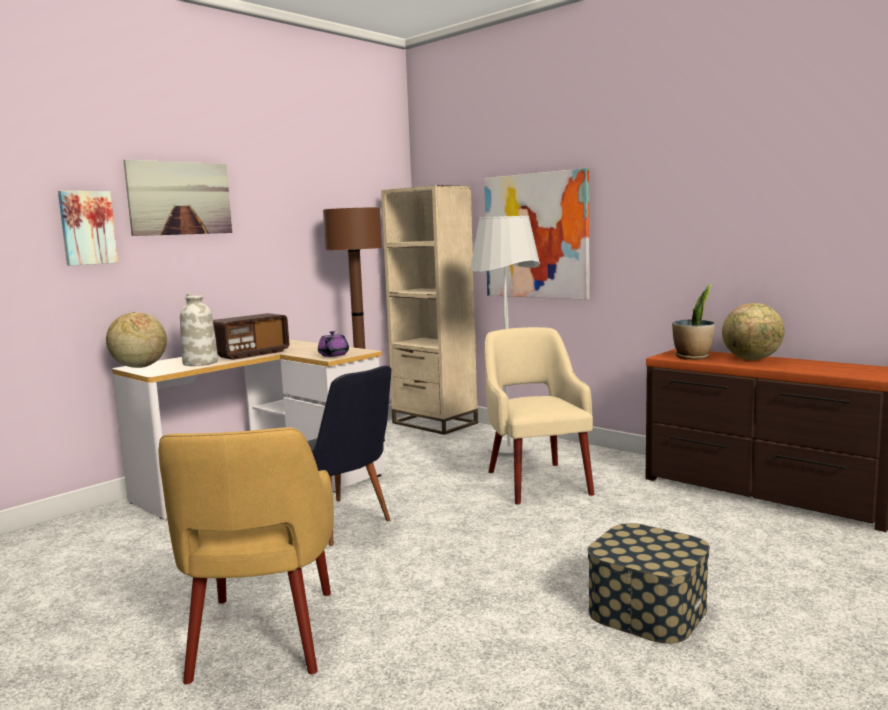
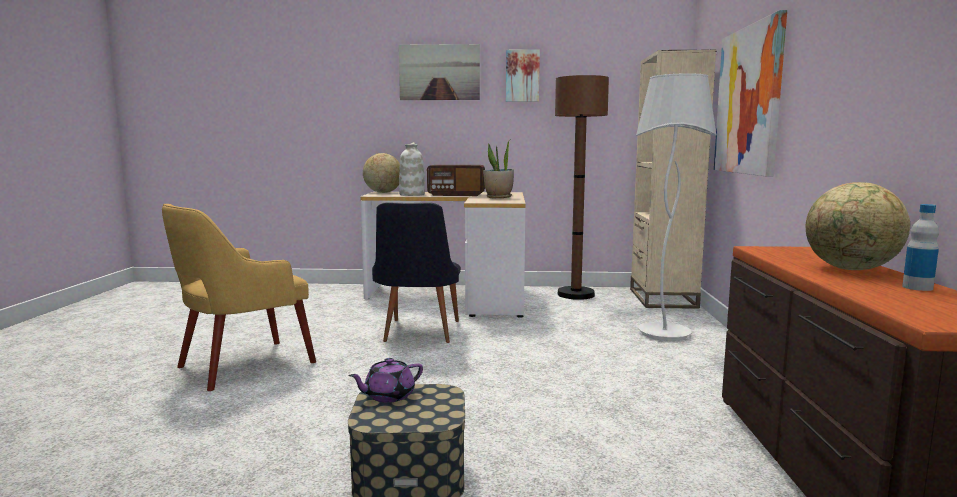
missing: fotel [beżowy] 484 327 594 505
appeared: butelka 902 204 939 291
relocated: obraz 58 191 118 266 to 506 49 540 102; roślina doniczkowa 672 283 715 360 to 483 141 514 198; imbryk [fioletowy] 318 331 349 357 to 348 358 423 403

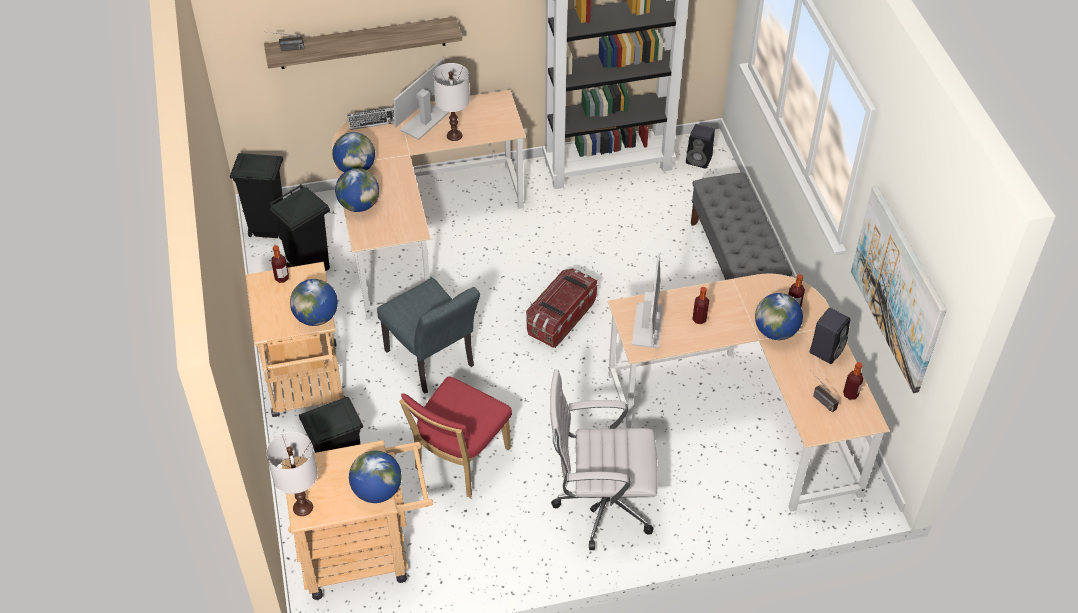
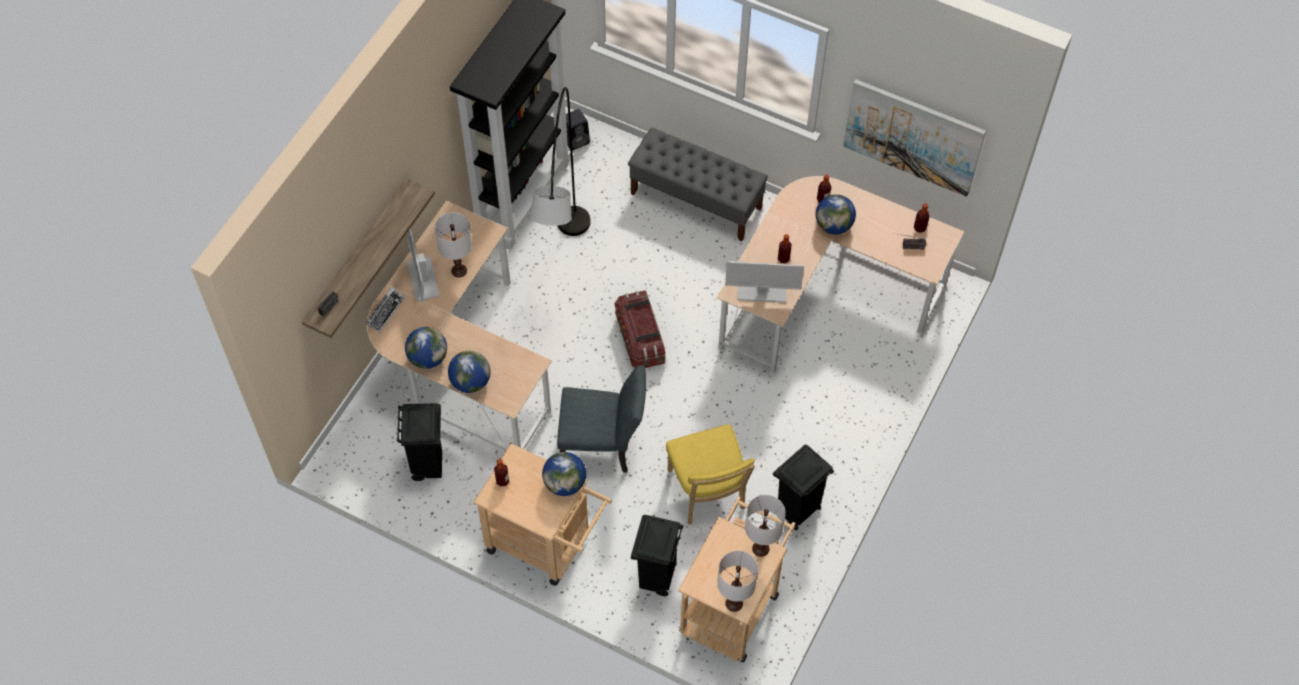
missing: głośnik [czarny] 810 308 850 364; krzesło biurowe [biały] 550 369 658 550
appeared: lampa stojąca [szary] 530 87 590 236
relocated: kosz na śmieci [czarny] 230 153 283 240 to 773 444 834 530
exchanged: globus 349 450 402 503 to lampa stołowa [biały] 745 495 786 557
colour: krzesło [czerwony] 399 376 512 497 to krzesło [żółty] 666 424 755 524
spun: monitor 632 253 664 348 = 725 261 804 303 135 degrees clockwise

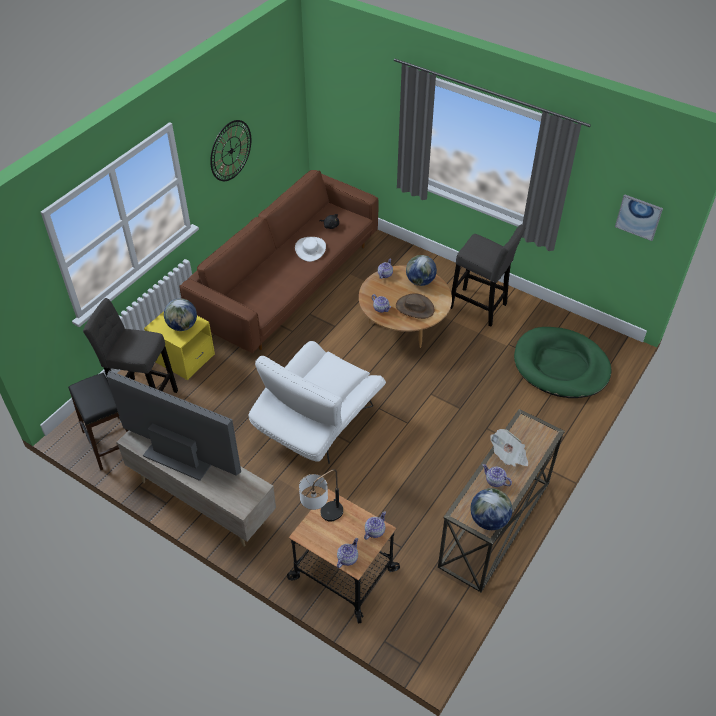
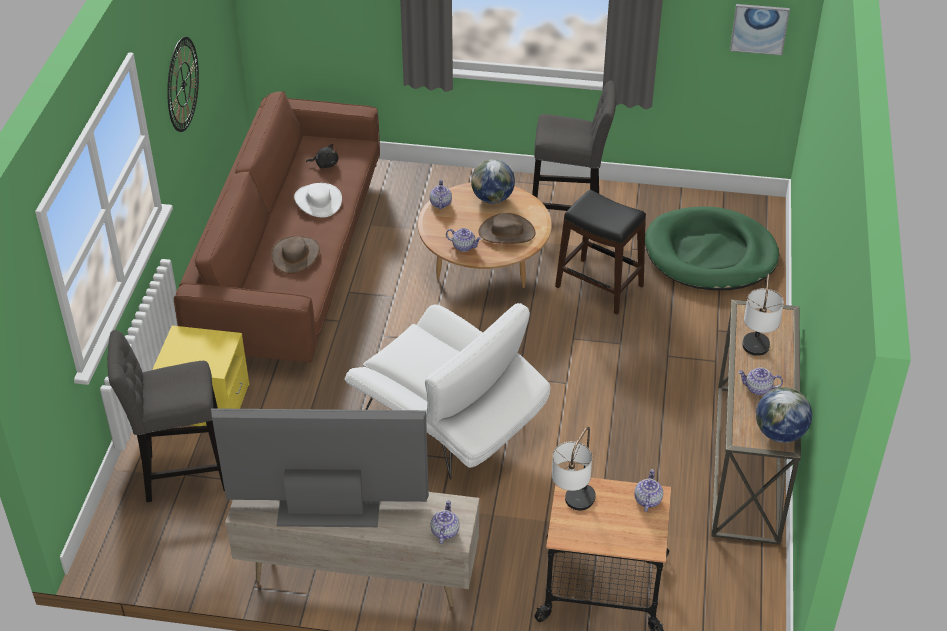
missing: globus 164 298 197 331
appeared: kapelusz [brązowy] 271 236 320 274
relocated: stołek [czarny] 68 373 129 470 to 555 190 646 315; imbryk 337 538 358 568 to 431 500 460 544
exchanged: gazeta 490 429 529 467 to lampa stołowa 743 273 784 356
spun: fotel [biały] 249 341 386 464 = 345 303 550 479 60 degrees counterclockwise

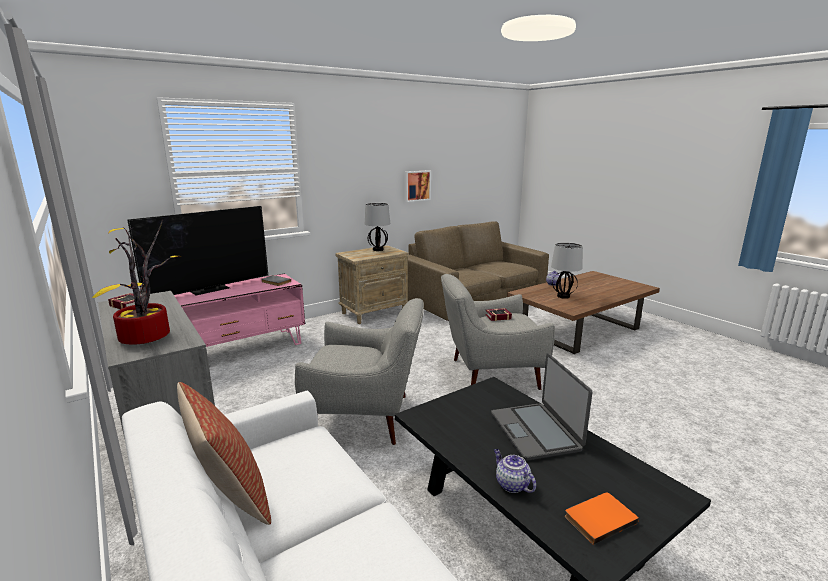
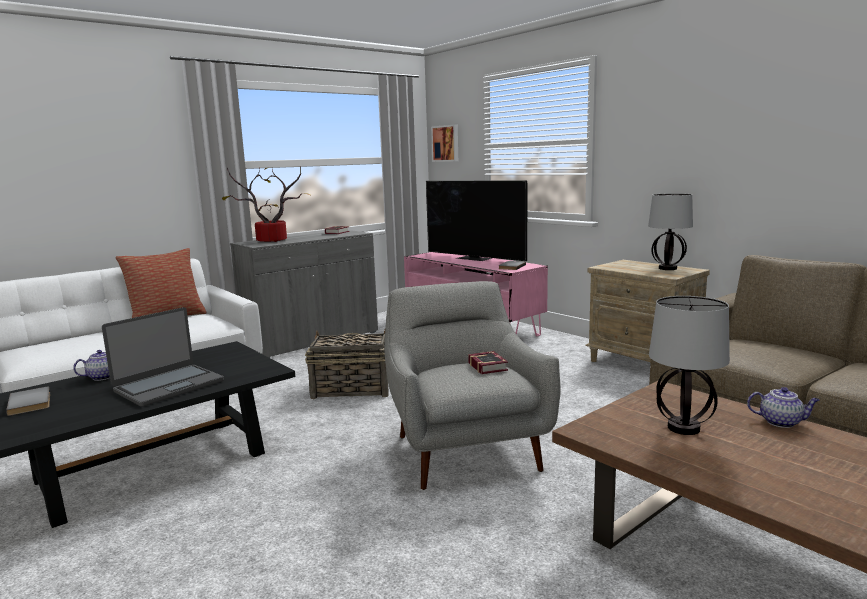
relocated: obraz 405 170 431 202 to 431 124 458 162
exchanged: fotel [szary] 295 298 424 445 to koszyk 305 330 388 399
colour: książka [pomarańczowy] 565 492 639 545 to książka [szary] 6 386 50 416
spun: laptop 491 353 592 461 = 102 307 224 407 150 degrees clockwise

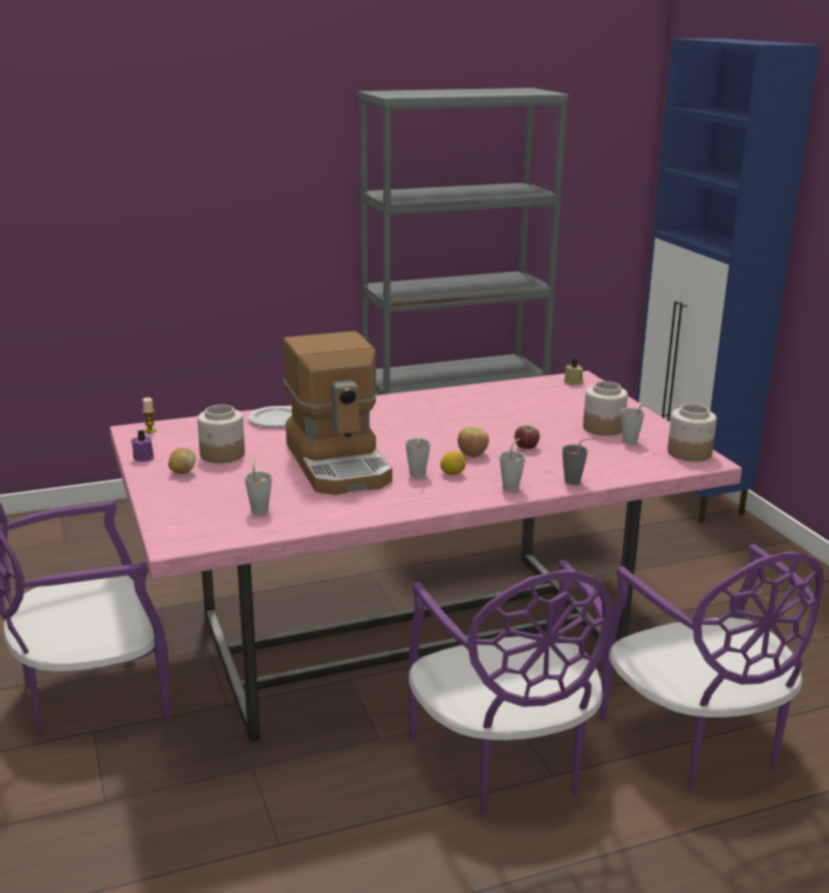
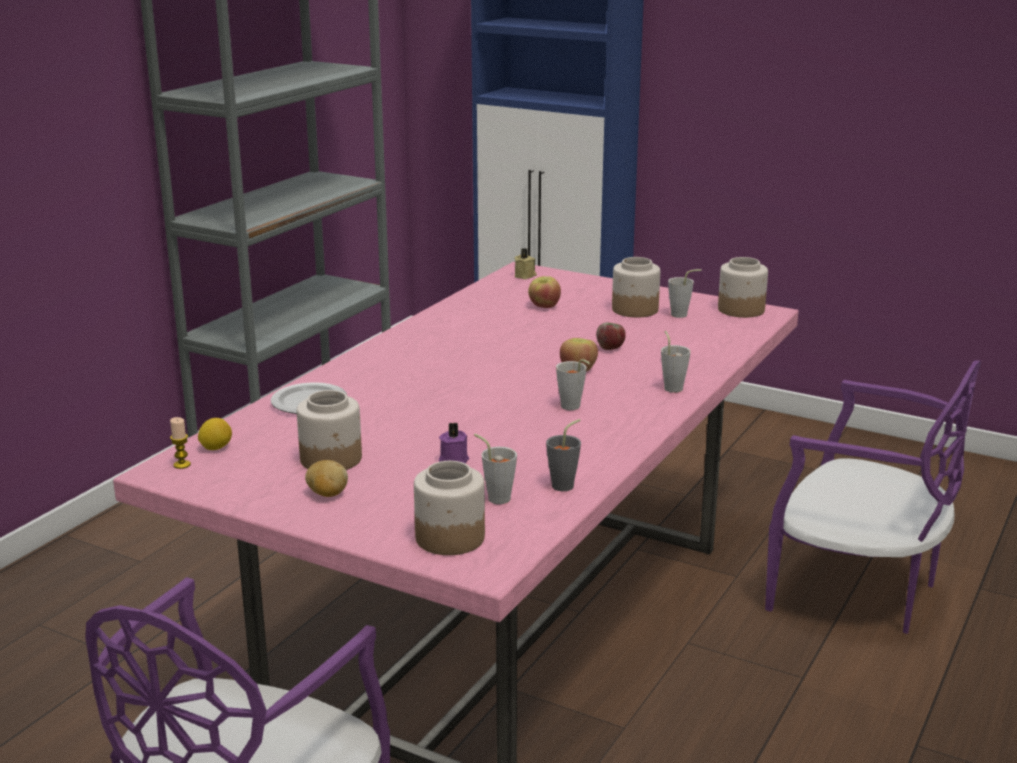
missing: ekspres do kawy 283 331 392 495; krzesło [fioletowy] 408 560 611 816
appeared: jabłko 528 276 561 308; słoik 414 461 485 555
relocated: świeca [fioletowy] 131 430 154 462 to 439 422 469 464; filiżanka [szary] 562 438 596 485 to 546 419 581 491; cytryna 440 451 466 475 to 198 418 232 450

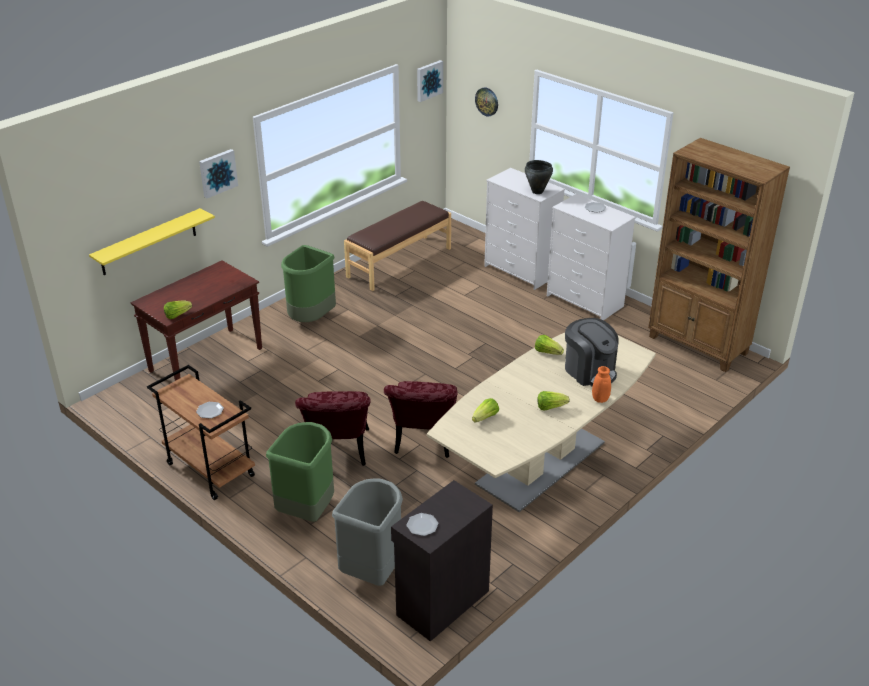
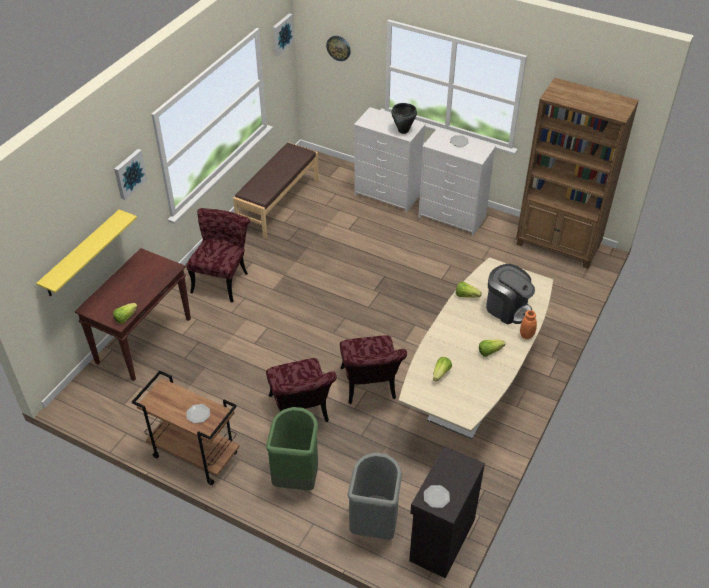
exchanged: kosz na śmieci [zielony] 281 245 336 322 to krzesło [czerwony] 186 208 250 303

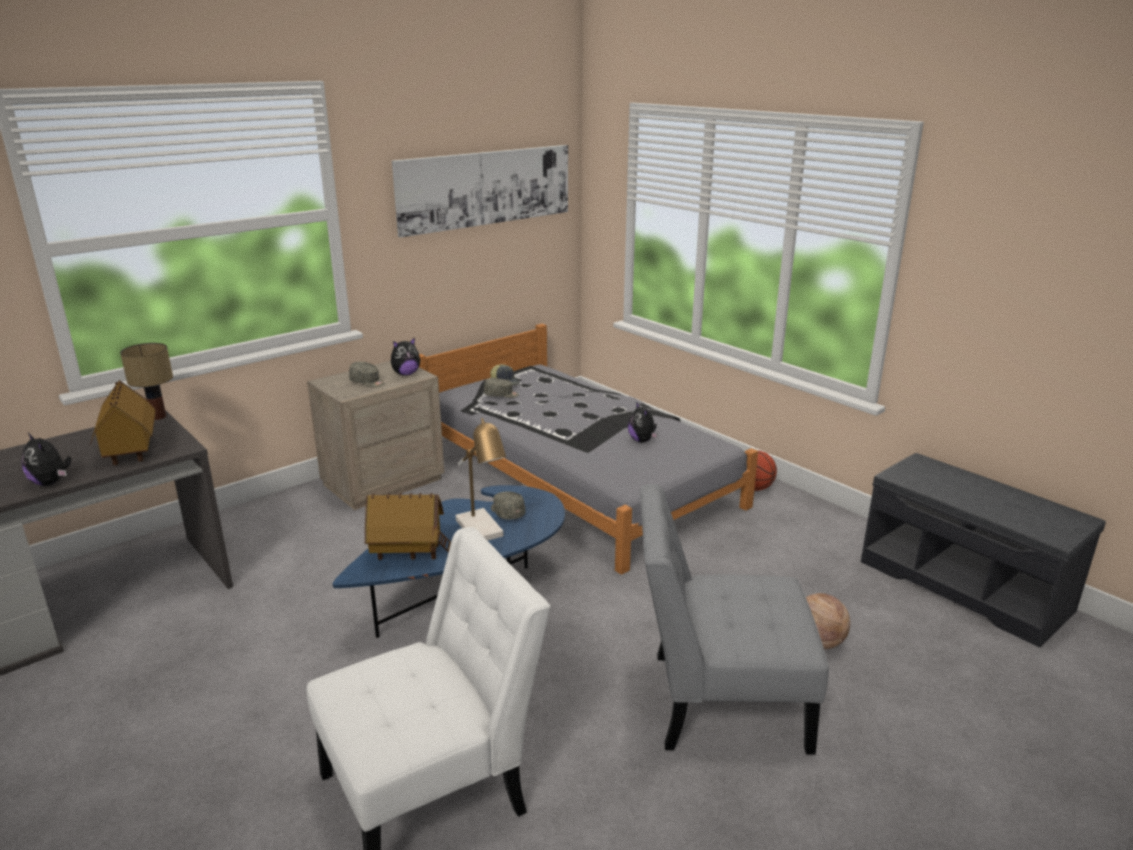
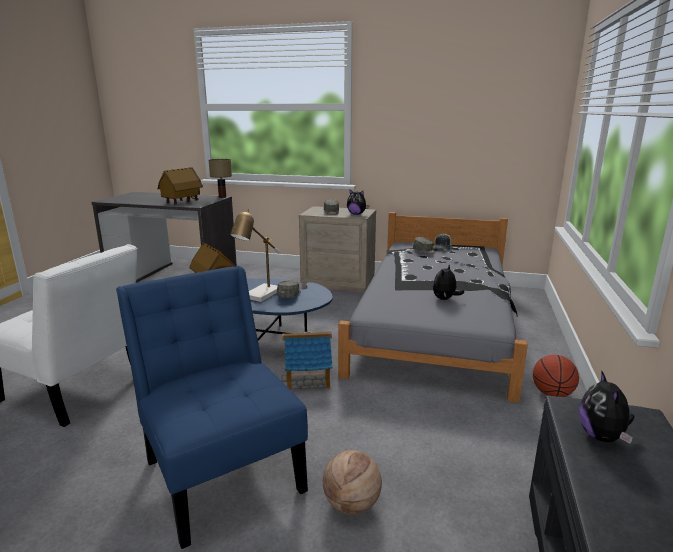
missing: obraz 392 145 568 238
appeared: domek 281 331 332 391
relocated: pluszak 21 433 71 486 to 579 371 634 444
colour: krzesło [szary] 640 484 829 755 to krzesło [niebieski] 116 266 308 549

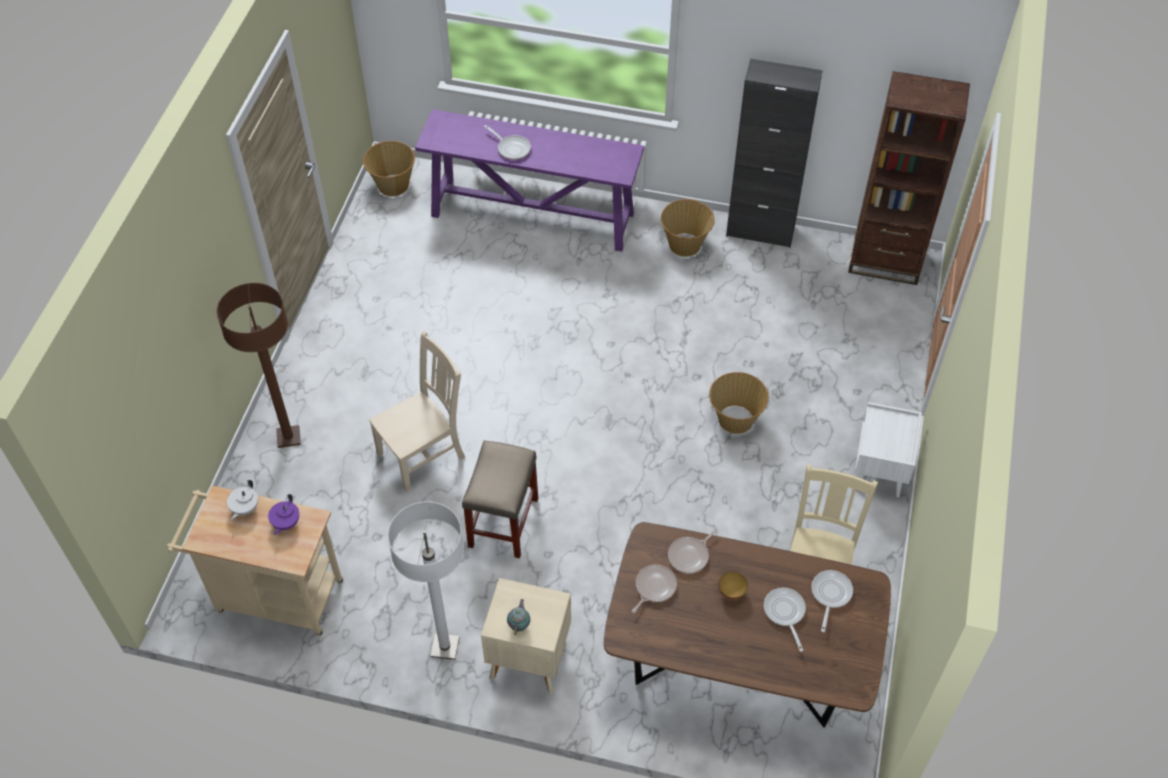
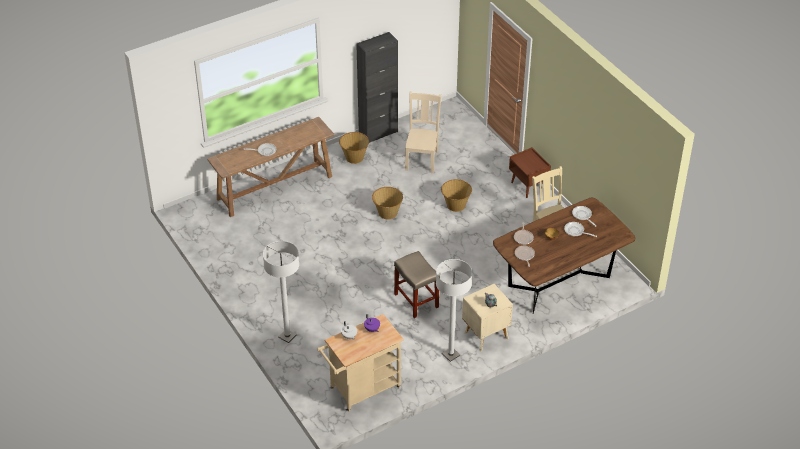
missing: regał [brązowy] 848 71 970 285
relocated: koszyk 363 141 415 196 to 372 187 403 219; krzesło [beżowy] 369 331 465 492 to 405 92 442 173
colour: stolik konsolowy [fioletowy] 415 109 644 252 to stolik konsolowy [brązowy] 207 117 335 217; lampa stojąca [brązowy] 216 283 301 448 to lampa stojąca [biały] 263 241 299 343; szafka nocna [biały] 855 402 922 497 to szafka nocna [brązowy] 509 147 551 198

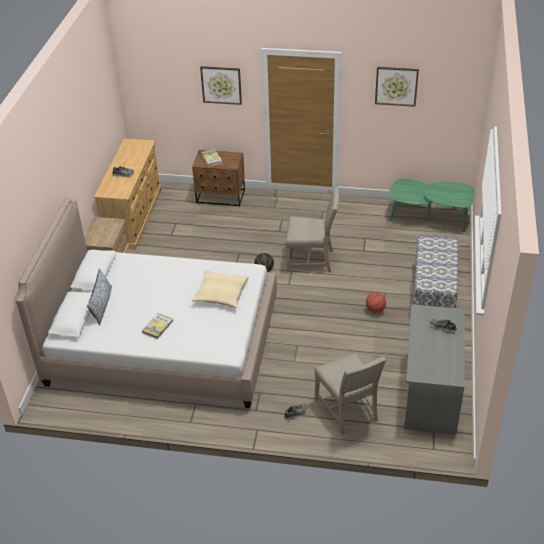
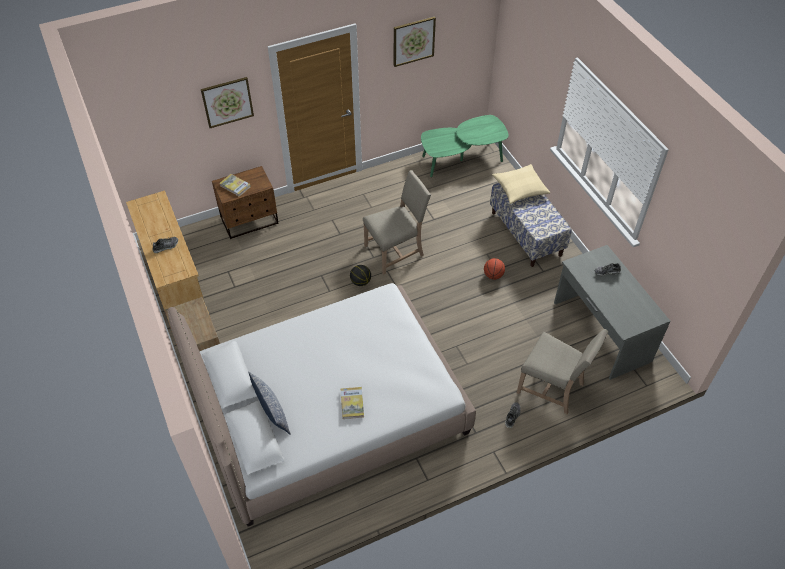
relocated: poduszka [beżowy] 191 270 249 308 to 492 164 550 204

